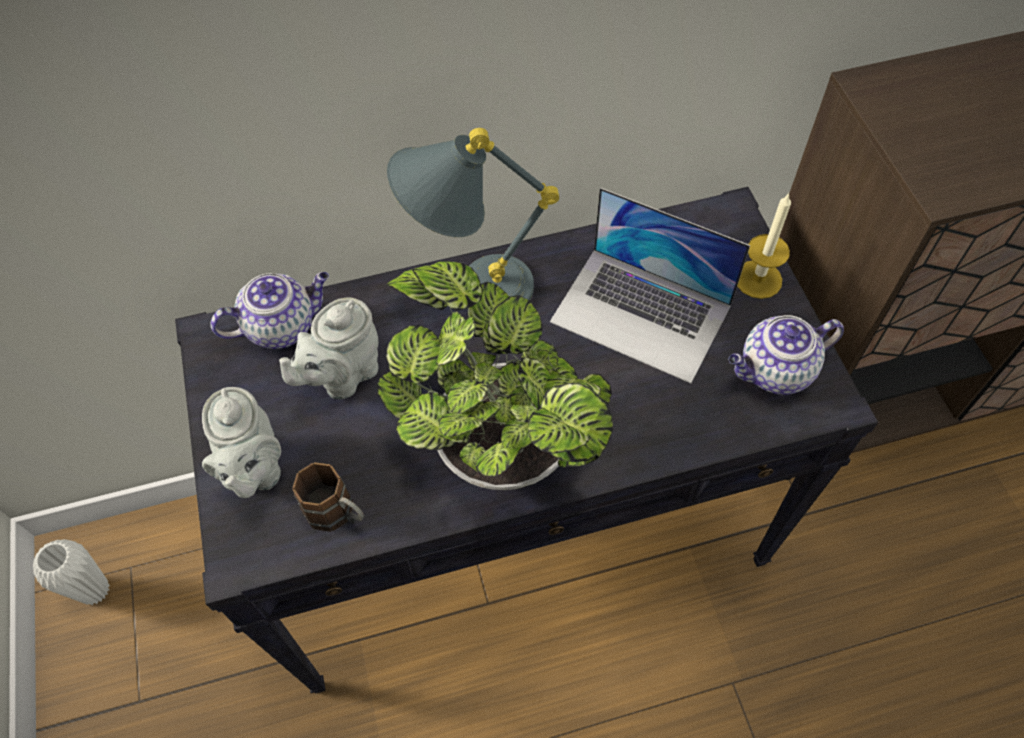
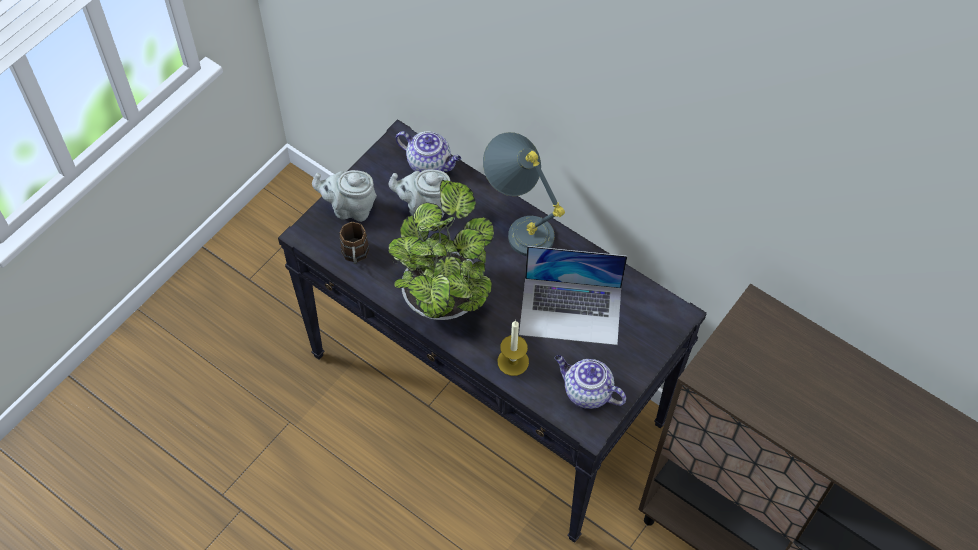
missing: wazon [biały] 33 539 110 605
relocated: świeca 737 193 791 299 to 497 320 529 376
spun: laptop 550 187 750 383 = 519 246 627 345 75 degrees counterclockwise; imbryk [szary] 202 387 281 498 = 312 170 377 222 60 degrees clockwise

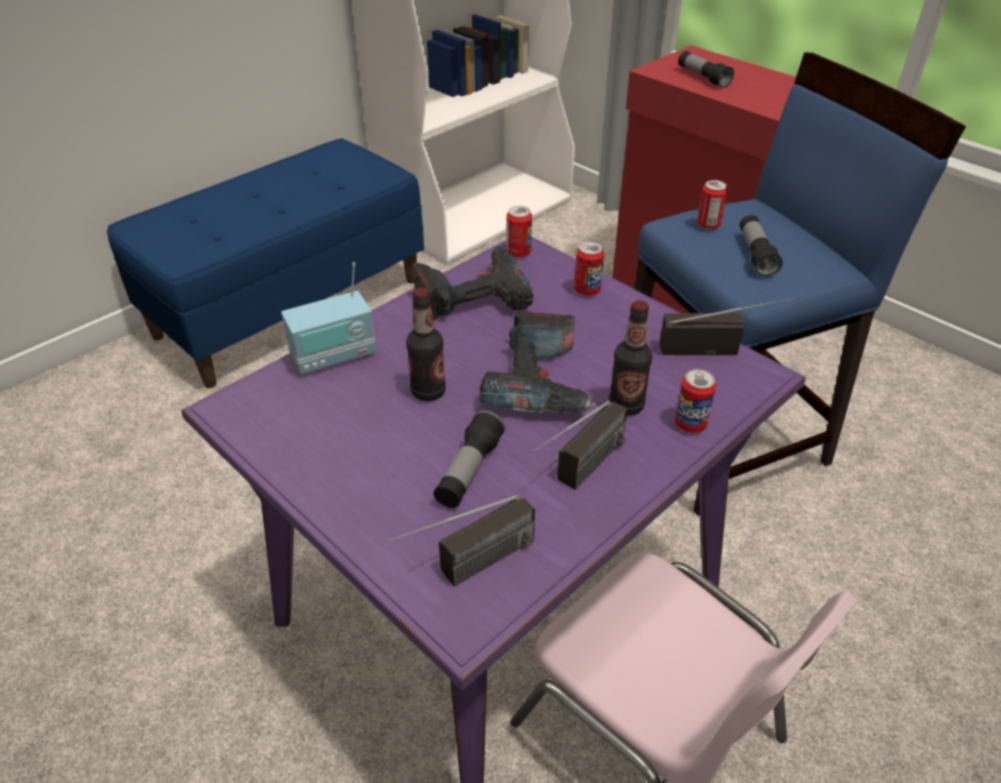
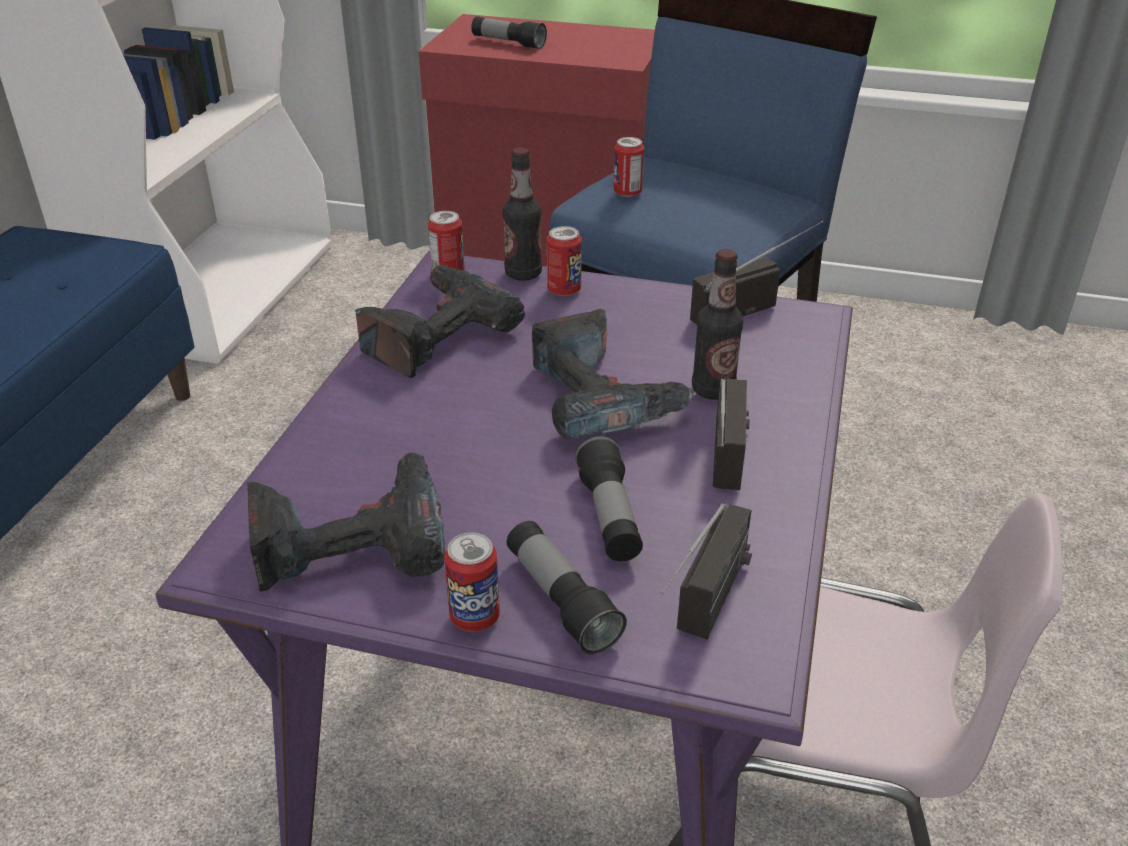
missing: radio 281 263 376 375
appeared: wiertarka 247 452 445 592
relocated: latarka 740 215 783 277 to 507 521 627 655; butelka 406 287 446 401 to 502 147 542 281; puszka 675 369 716 433 to 444 533 500 632

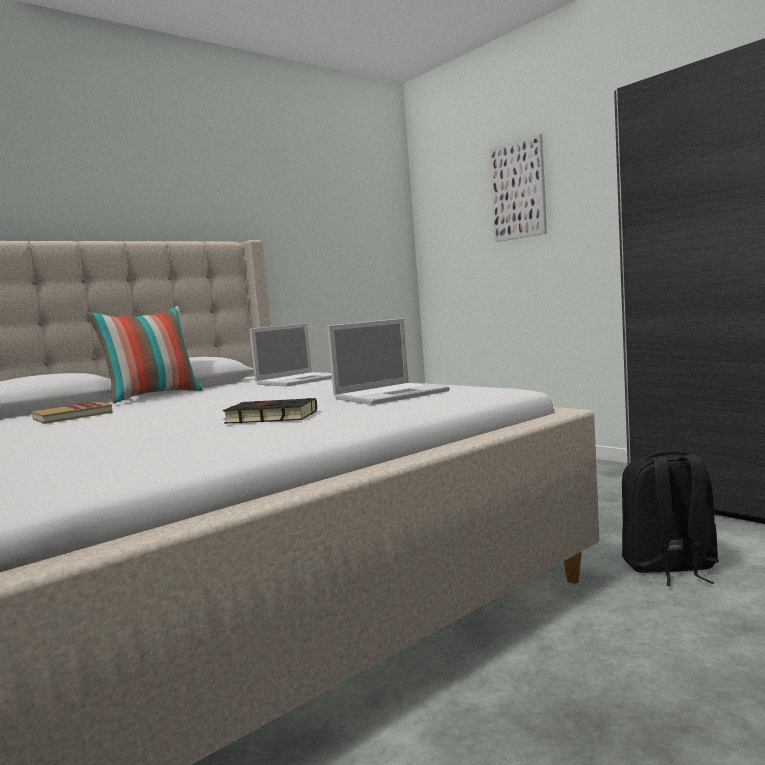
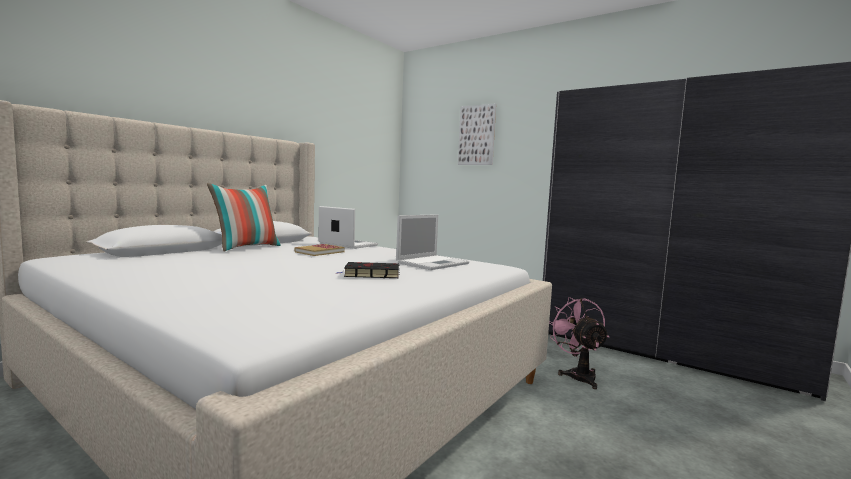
relocated: książka 32 402 113 424 to 295 244 345 256
exchanged: plecak [czarny] 622 451 719 586 to wentylator [różowy] 549 297 609 389
spun: laptop 250 323 332 387 = 318 206 378 249 90 degrees counterclockwise

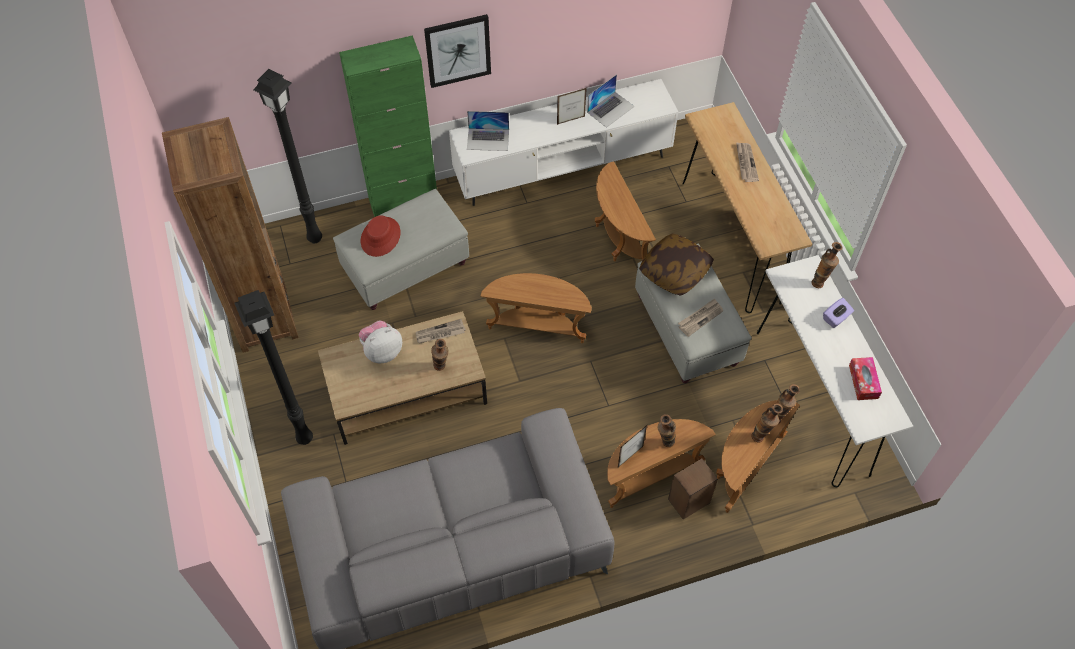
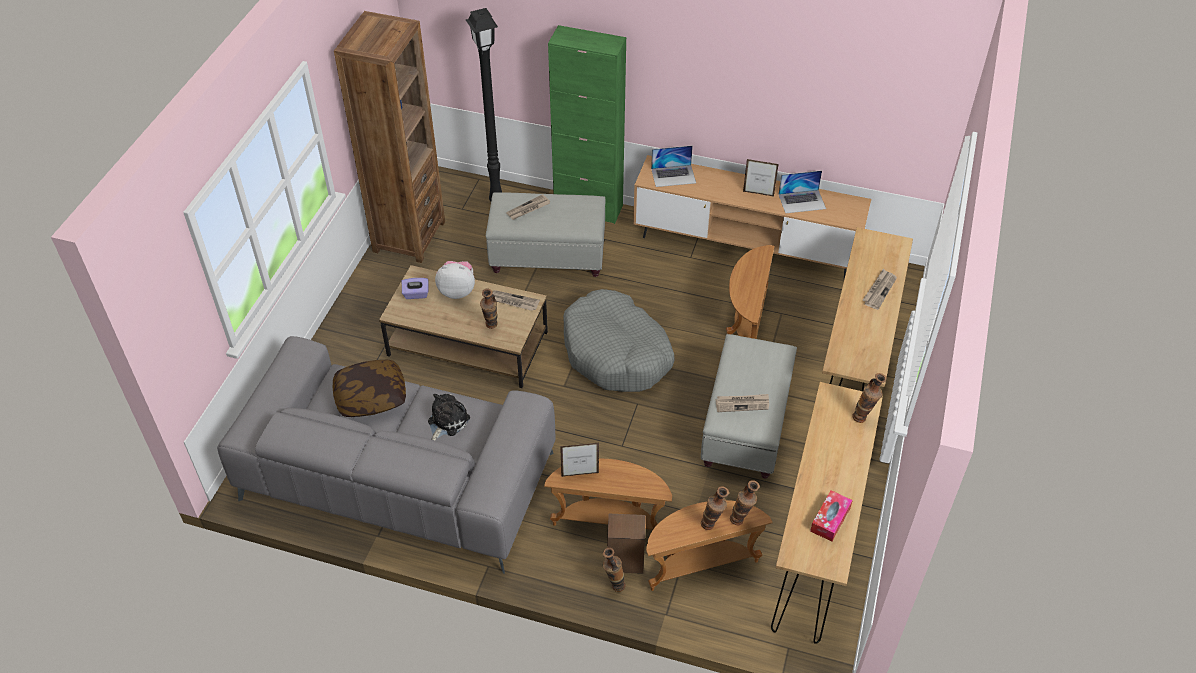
missing: obraz 424 14 491 88; lampa stojąca [czarny] 234 290 313 445
appeared: pluszak 428 394 470 440
relocated: poduszka 639 233 714 296 to 333 360 406 417; pudełko chusteczek [fioletowy] 823 298 854 328 to 402 278 428 299; wazon 658 414 676 447 to 602 548 626 592
exchanged: kapelusz [czerwony] 361 215 401 257 to gazeta 506 194 550 220; stolik [brązowy] 480 273 592 343 to legowisko [szary] 563 289 675 392
colour: szafka pod telewizor [biały] 449 79 678 206 to szafka pod telewizor [brązowy] 633 155 871 279; stolik konsolowy [biały] 757 255 913 487 to stolik konsolowy [brązowy] 771 382 883 644
spun: laptop 467 111 509 151 = 651 145 696 187 45 degrees counterclockwise

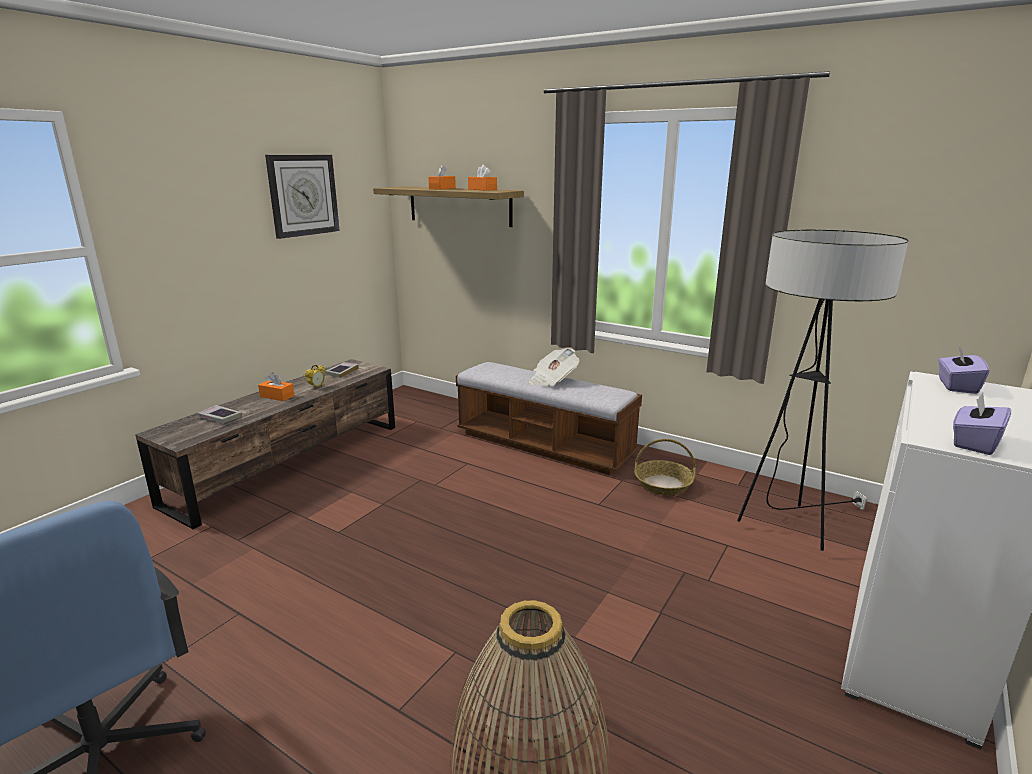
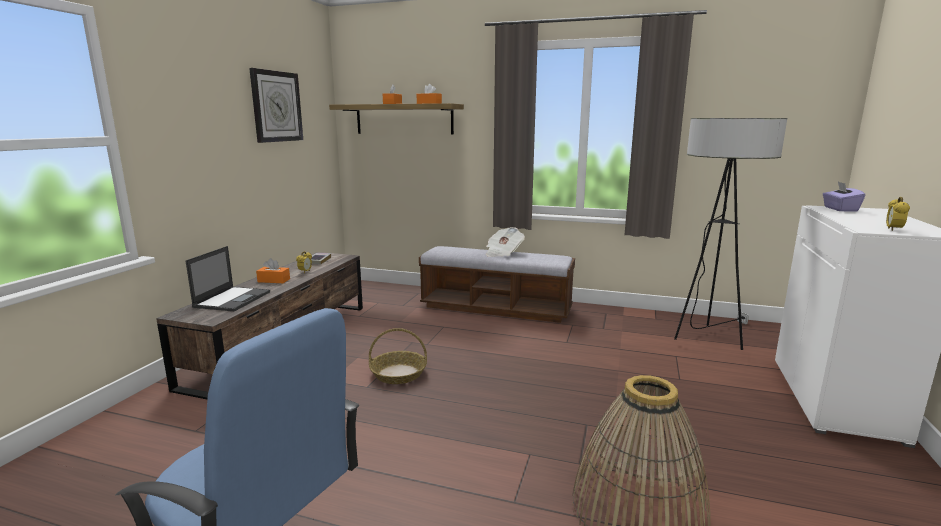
relocated: koszyk 634 439 696 496 to 369 328 427 384
exchanged: pudełko chusteczek [fioletowy] 953 393 1011 455 to budzik 886 197 910 231; książka 198 405 242 423 to laptop 186 246 270 312

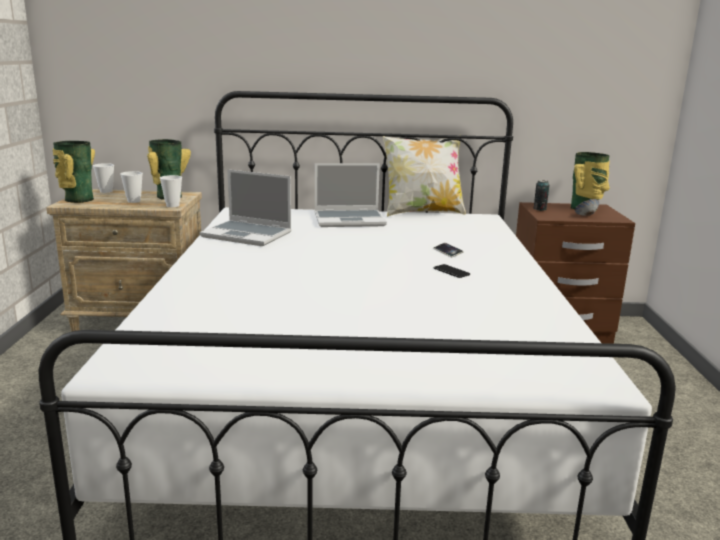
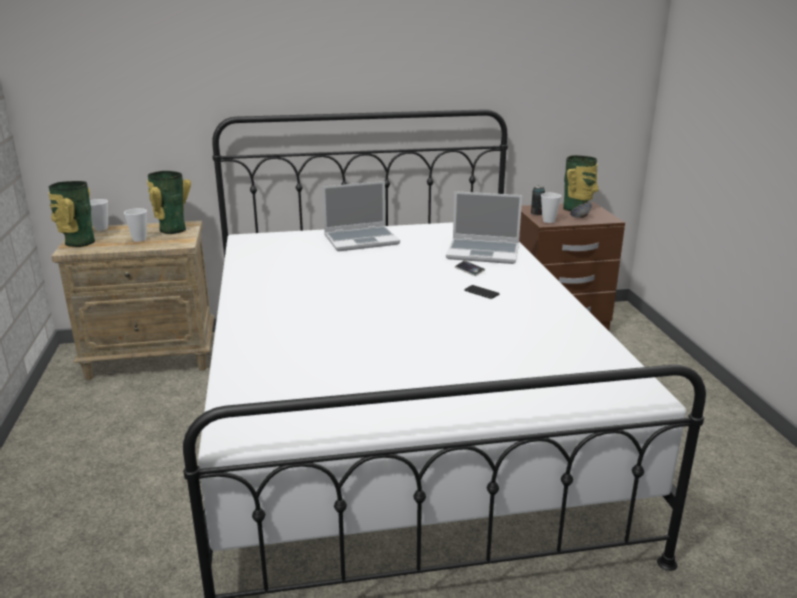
missing: poduszka 383 134 466 217
relocated: laptop 200 169 292 246 to 446 191 522 264; filiżanka 160 175 182 207 to 541 193 561 223

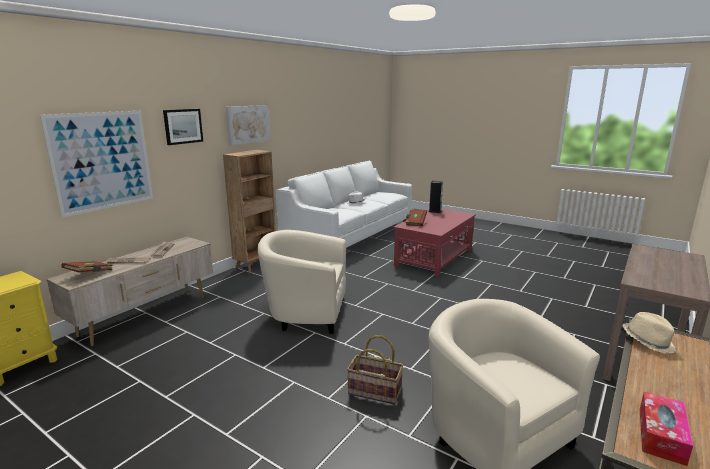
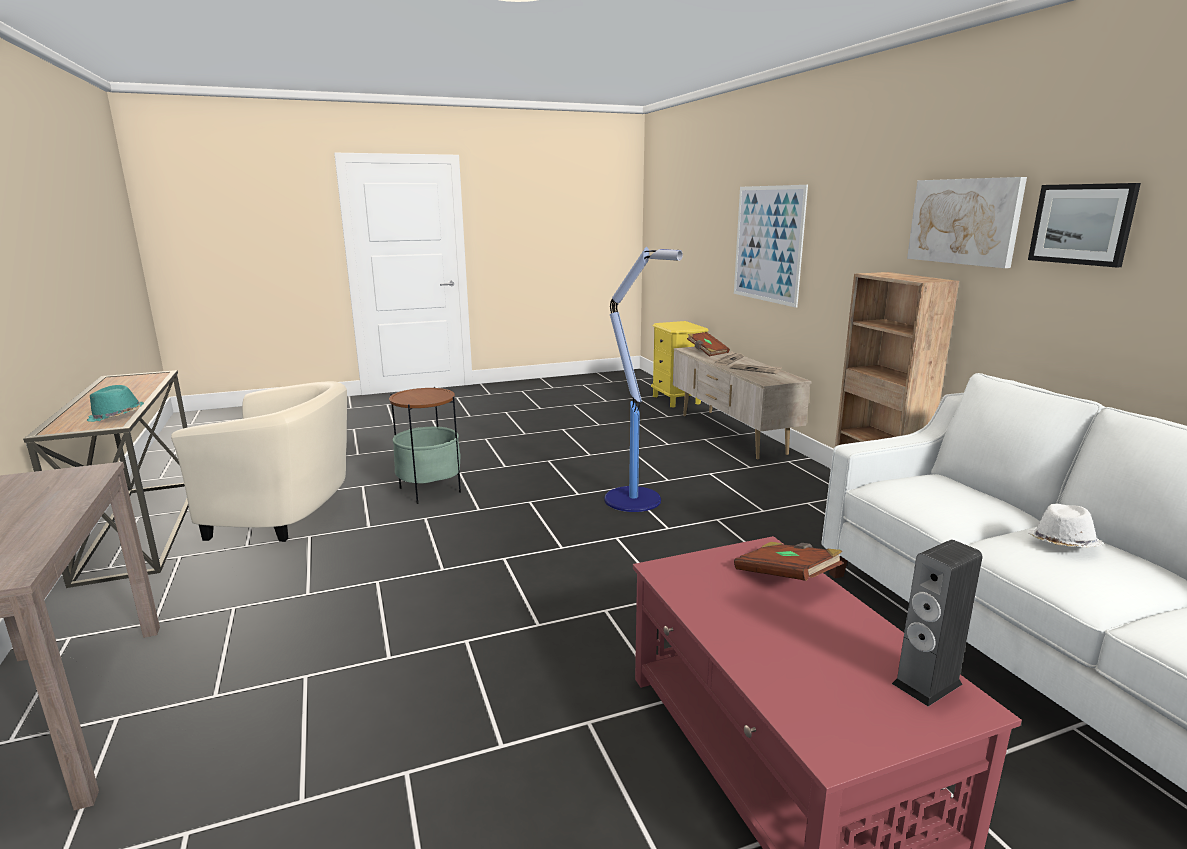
missing: pudełko chusteczek 640 392 693 466
relocated: obraz 163 109 203 145 to 1028 183 1141 267
exchanged: fotel [beżowy] 257 230 346 334 to lampa stojąca 604 247 683 512; koszyk 347 335 404 405 to stolik 389 387 461 504
colour: kapelusz [beżowy] 623 312 676 354 to kapelusz [turkusowy] 87 385 144 422

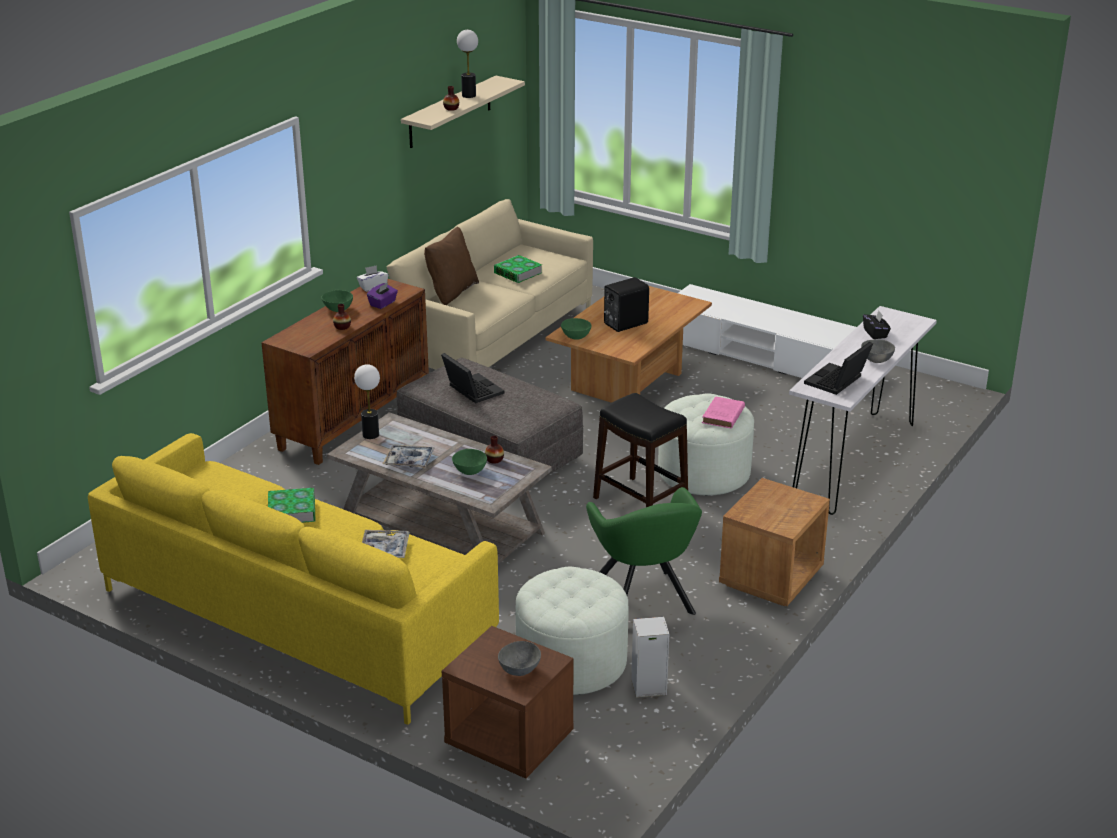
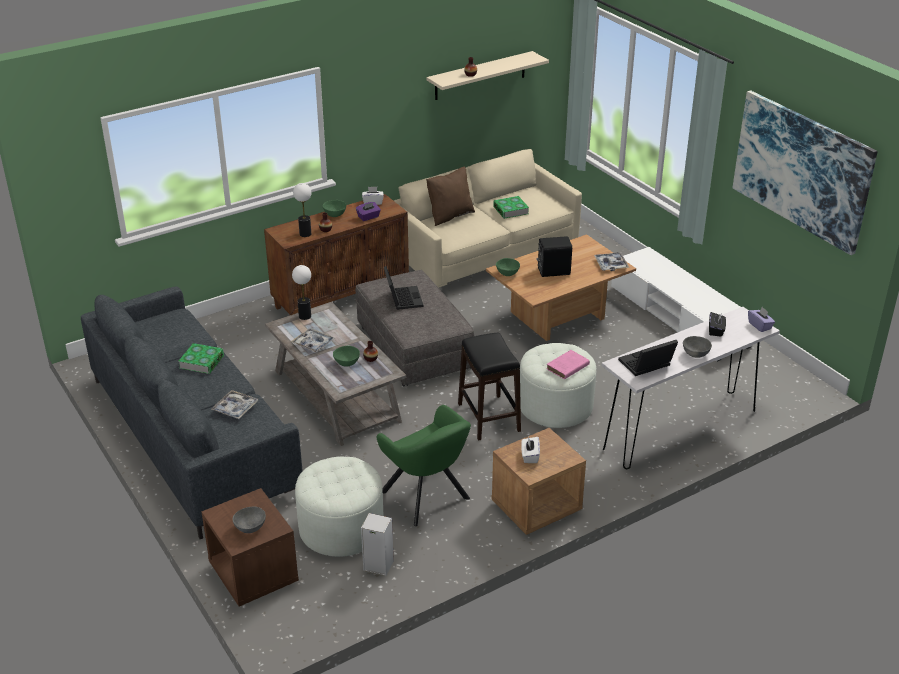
appeared: obraz 733 90 878 255; taca 594 252 629 271; pudełko chusteczek [fioletowy] 748 307 775 332; pudełko chusteczek [biały] 521 436 540 463
relocated: lampa stołowa 457 30 478 98 to 293 183 311 237
colour: kanapa [żółty] 88 433 499 725 to kanapa [szary] 81 287 303 539
spun: fotel [zielony] 586 487 702 615 = 376 405 471 526 45 degrees counterclockwise

